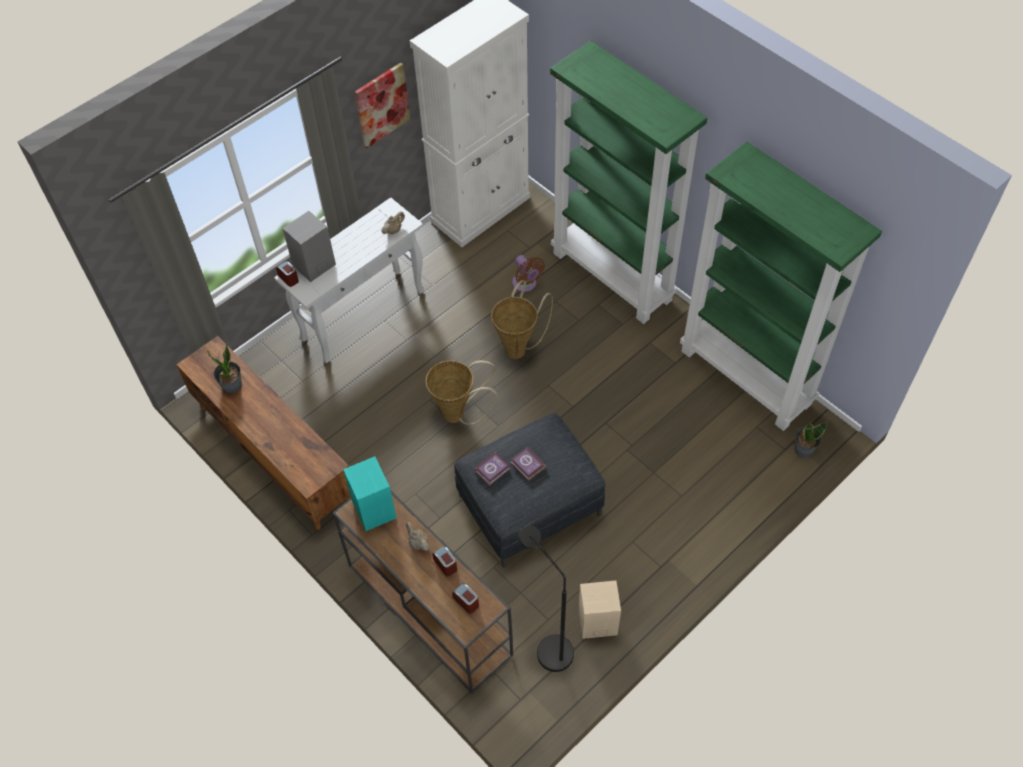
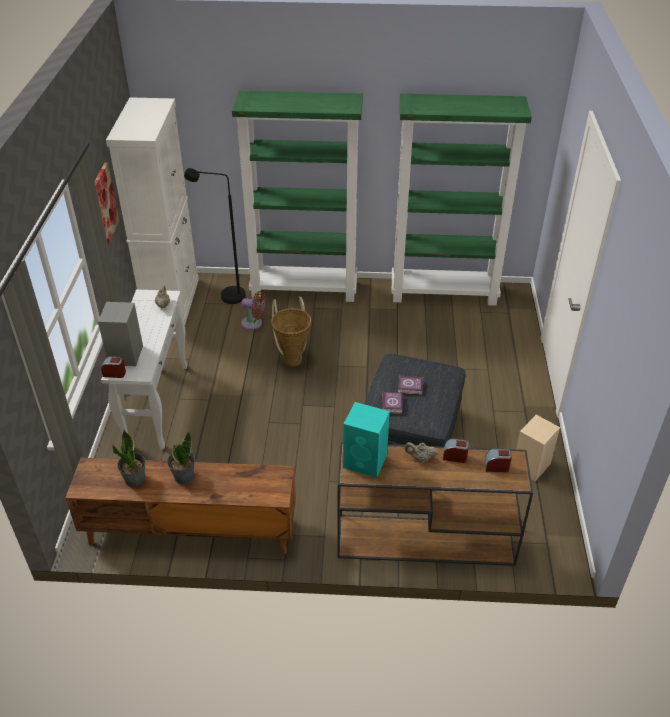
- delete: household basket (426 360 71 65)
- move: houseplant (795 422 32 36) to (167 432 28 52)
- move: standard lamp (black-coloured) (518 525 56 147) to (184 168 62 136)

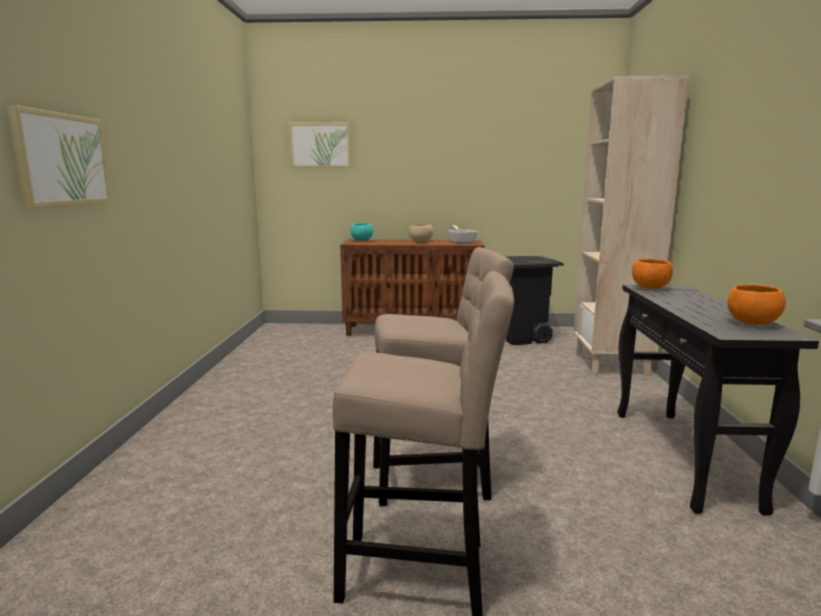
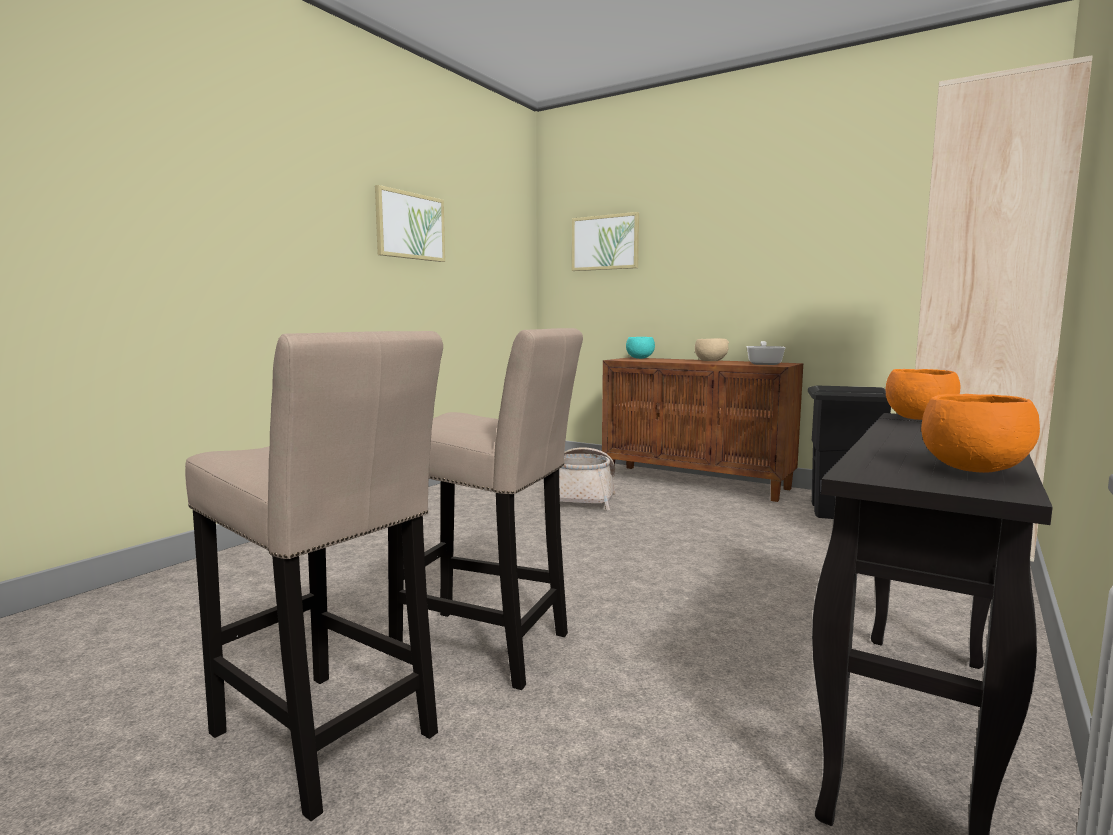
- move: wall art (7 105 104 103) to (375 185 70 77)
- insert: household basket (544 447 72 64)

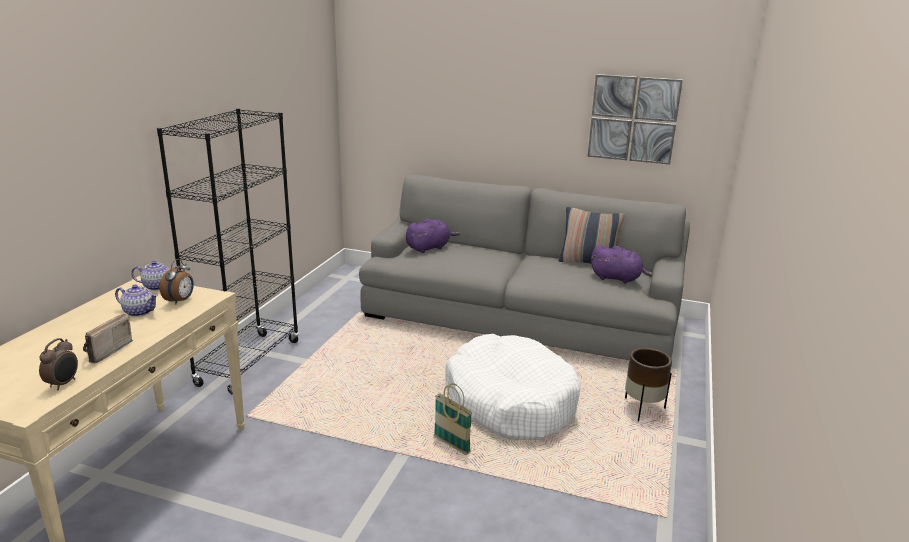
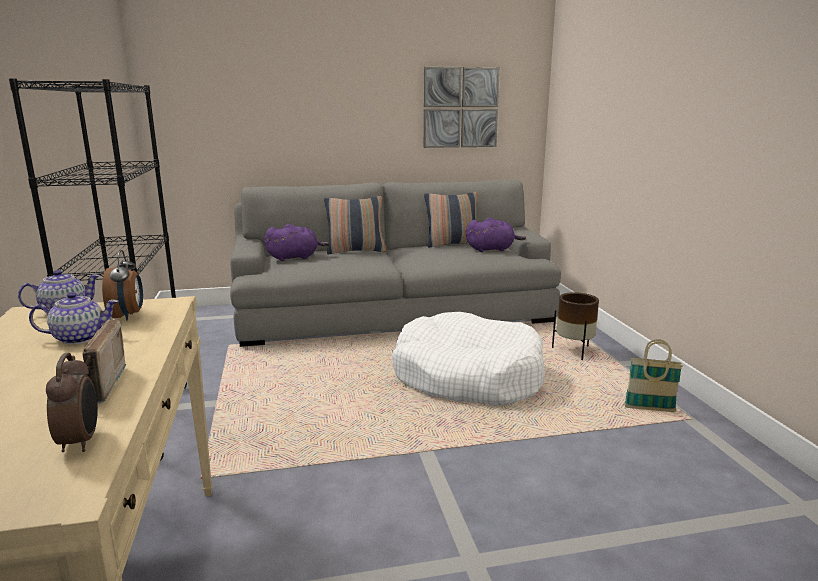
- rotate: soft toy (purple-coloured) (406 219 54 34) = (264 224 65 37) 45 degrees clockwise
- move: household basket (434 383 39 72) to (624 339 59 73)
- insert: throw pillow (324 196 62 58)

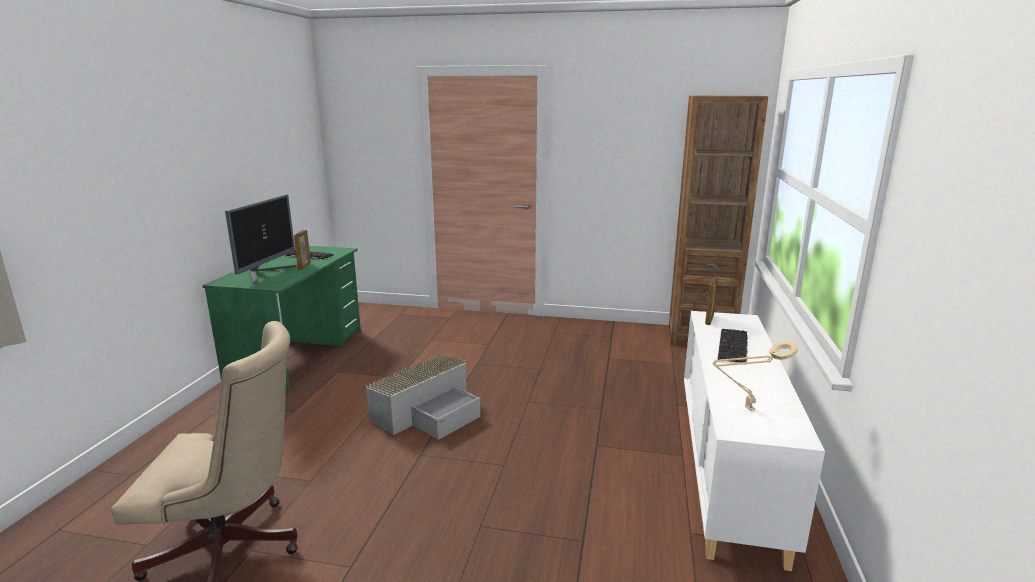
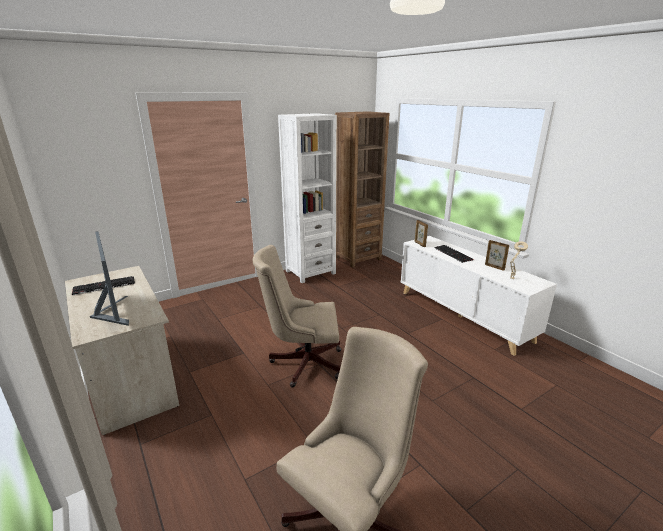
- move: picture frame (294 230 17 40) to (485 240 24 31)
- recolor: desk (green-coloured) (203 246 158 146) to desk (beige-coloured) (65 266 114 169)
- replace: storage container (greyish) (366 354 114 86) to computer chair (beige-coloured) (252 245 89 142)
- insert: bookcase (white) (278 113 59 170)

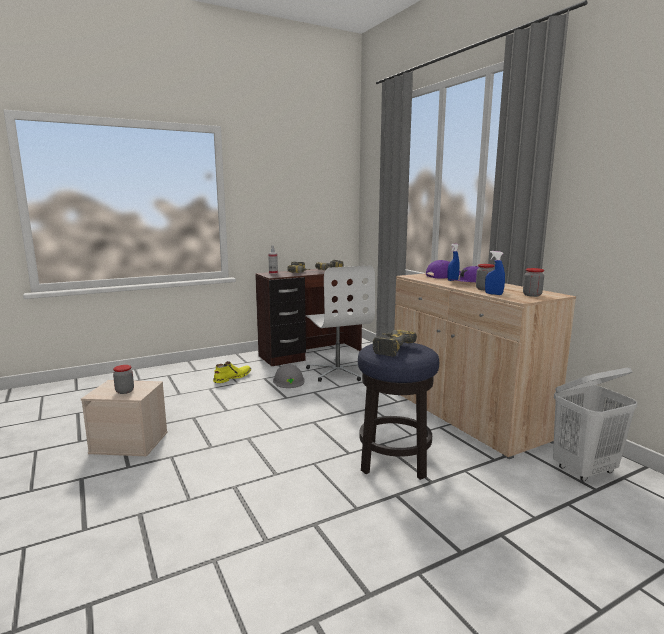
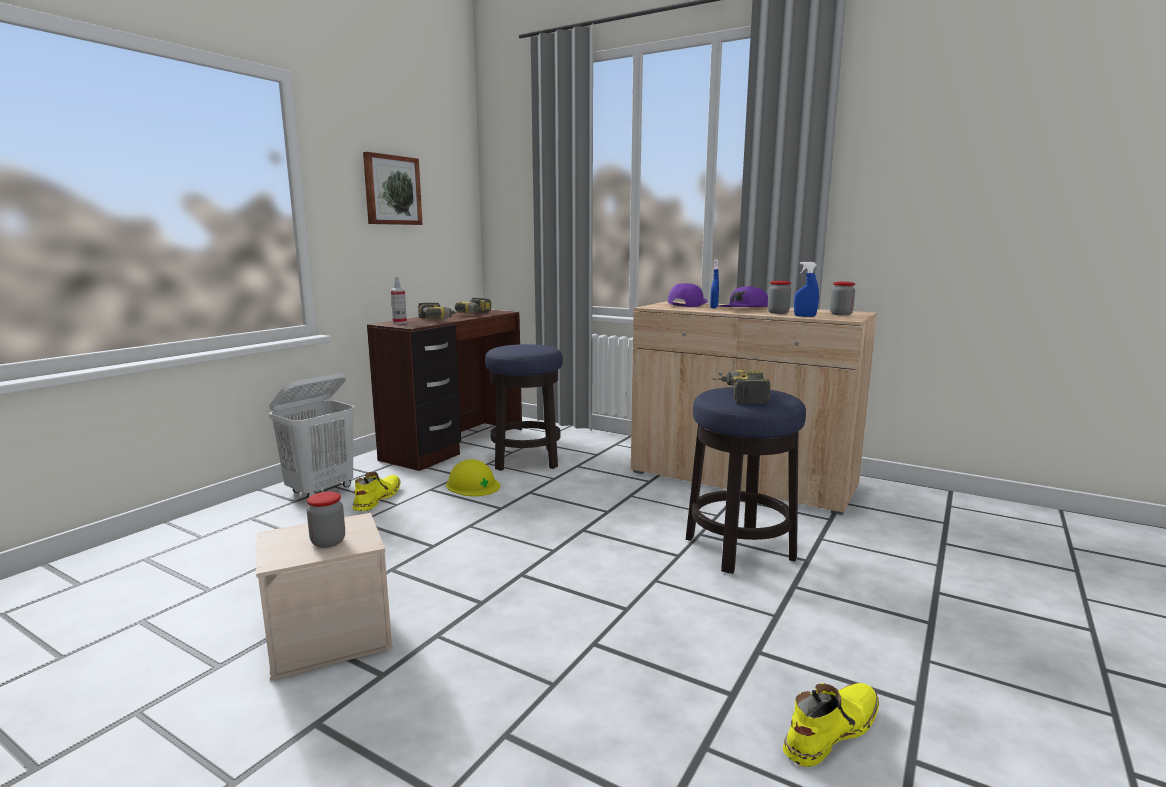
- replace: computer chair (white) (306 265 69 117) to stool (485 344 78 127)
- recolor: safety helmet (greyish) (273 364 32 24) to safety helmet (yellow-coloured) (446 459 54 37)
- move: washing basket (white) (553 367 85 115) to (269 373 85 125)
- insert: wall art (363 152 60 73)
- insert: high-top boot (yellow-coloured) (783 683 96 84)

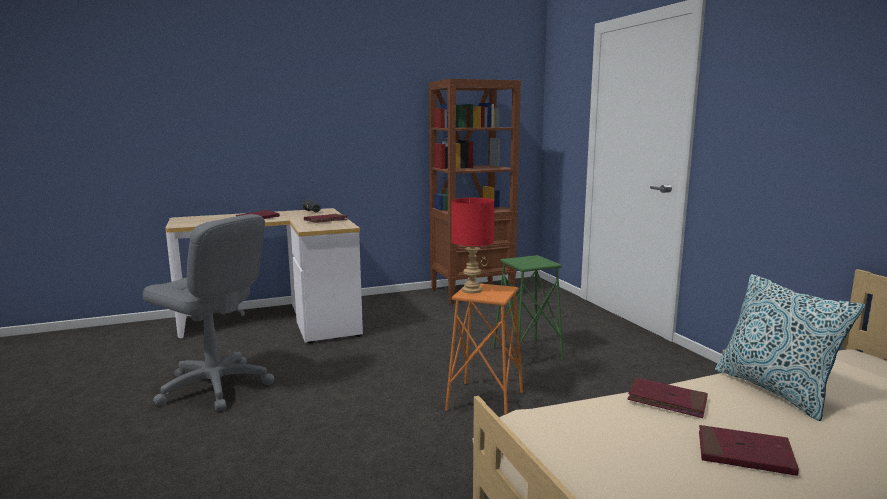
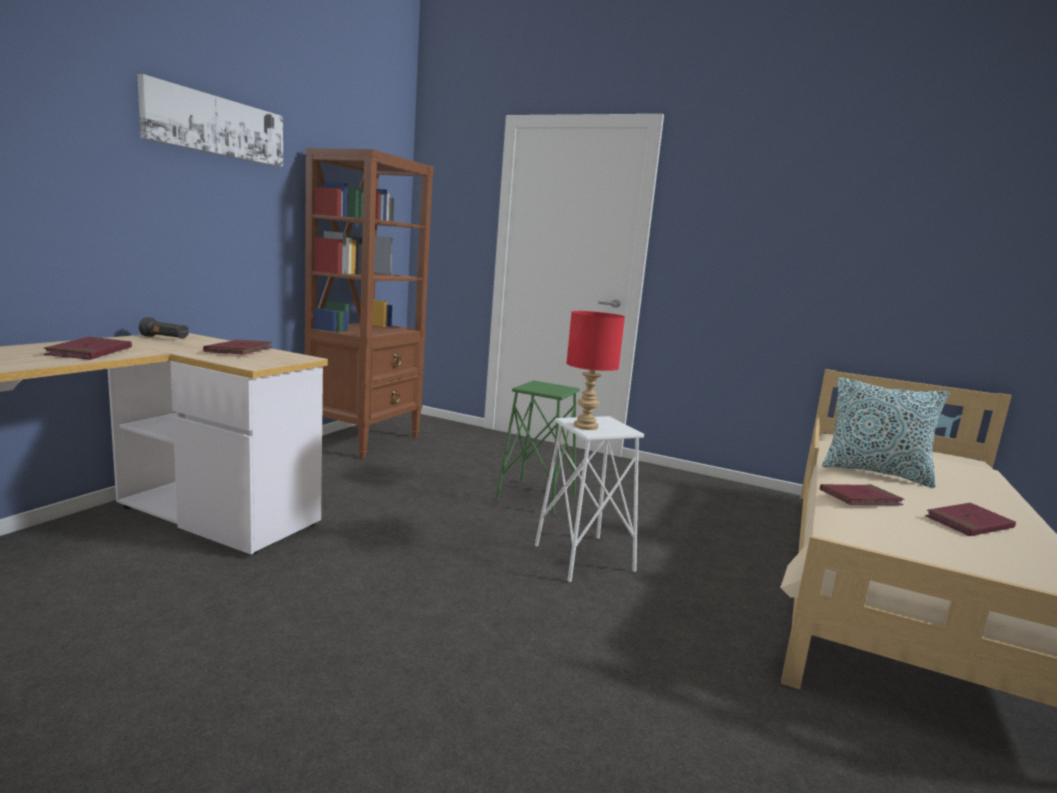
- delete: computer chair (greyish) (143 214 131 197)
- recolor: stool (orangey) (445 283 78 132) to stool (white) (535 416 109 166)
- insert: wall art (138 74 145 93)

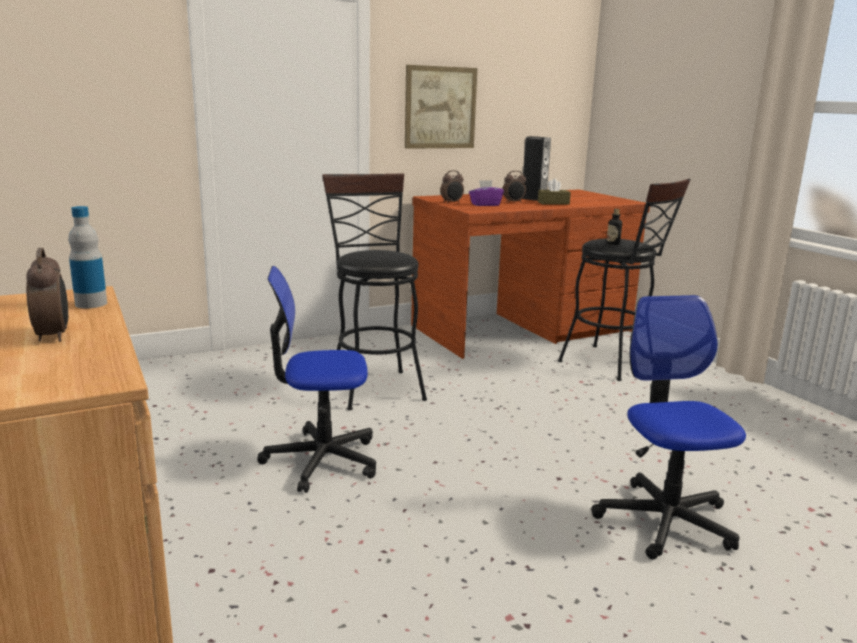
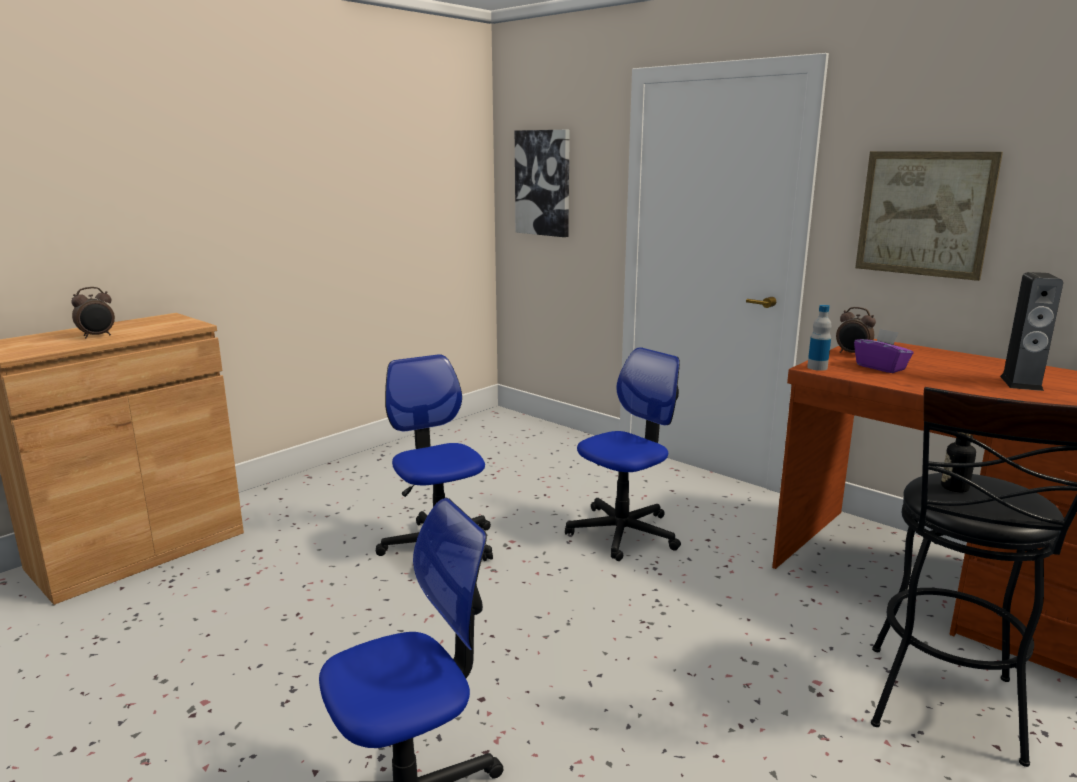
- delete: alarm clock (503 171 23 32)
- replace: stool (black-coloured) (322 174 105 236) to computer chair (565 347 116 214)
- delete: tissue box (brown) (538 178 33 27)
- move: drink bottle (68 206 39 102) to (807 305 25 66)
- insert: wall art (515 130 55 107)

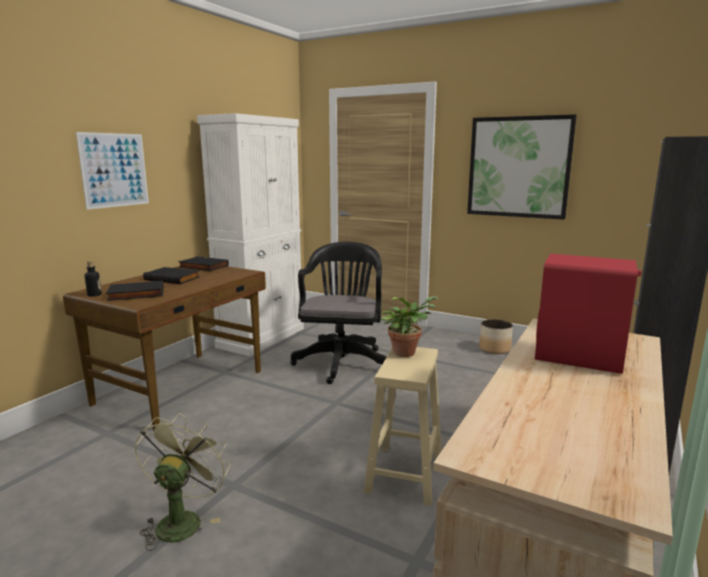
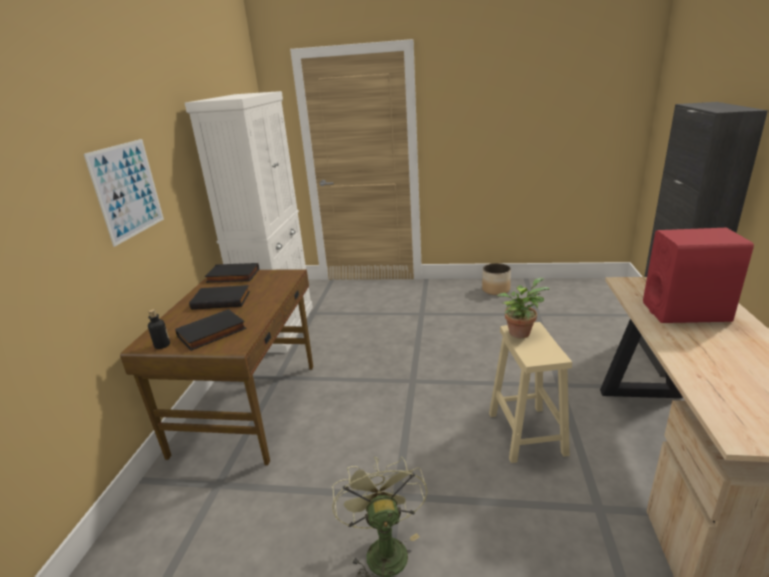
- delete: wall art (467 114 110 106)
- delete: computer chair (black-coloured) (290 242 97 142)

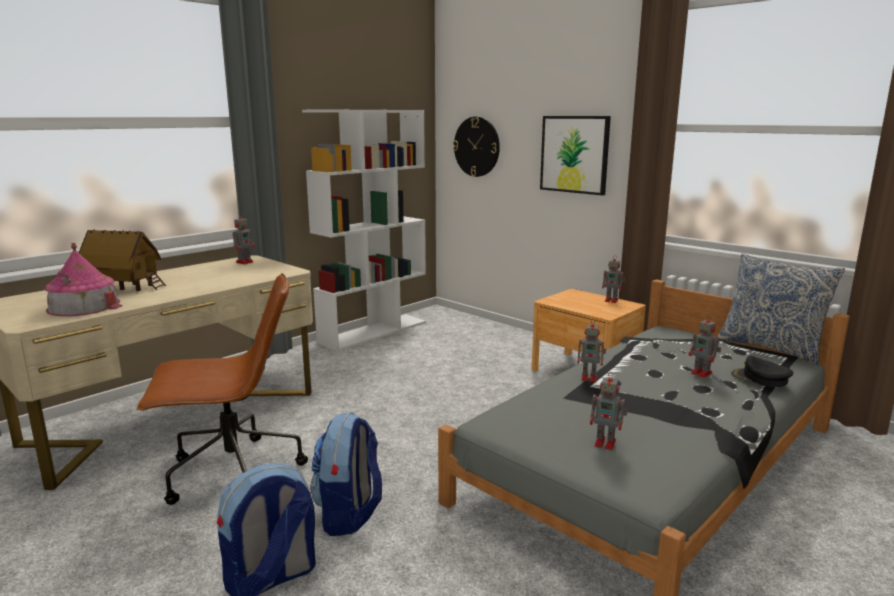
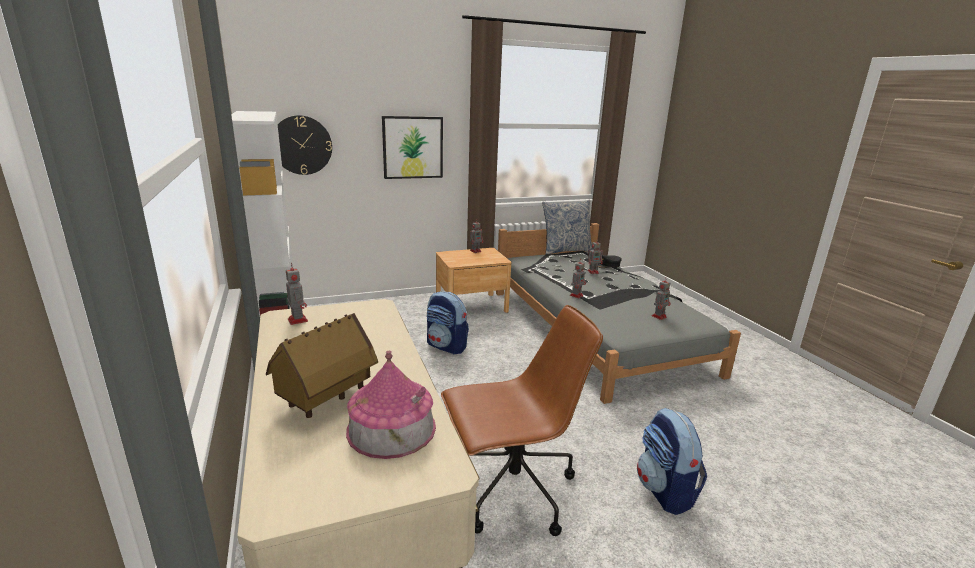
- rotate: computer chair (brown) (137 273 171 232) = (441 305 162 231) 60 degrees clockwise
- move: backpack (310 412 72 124) to (427 291 42 64)

